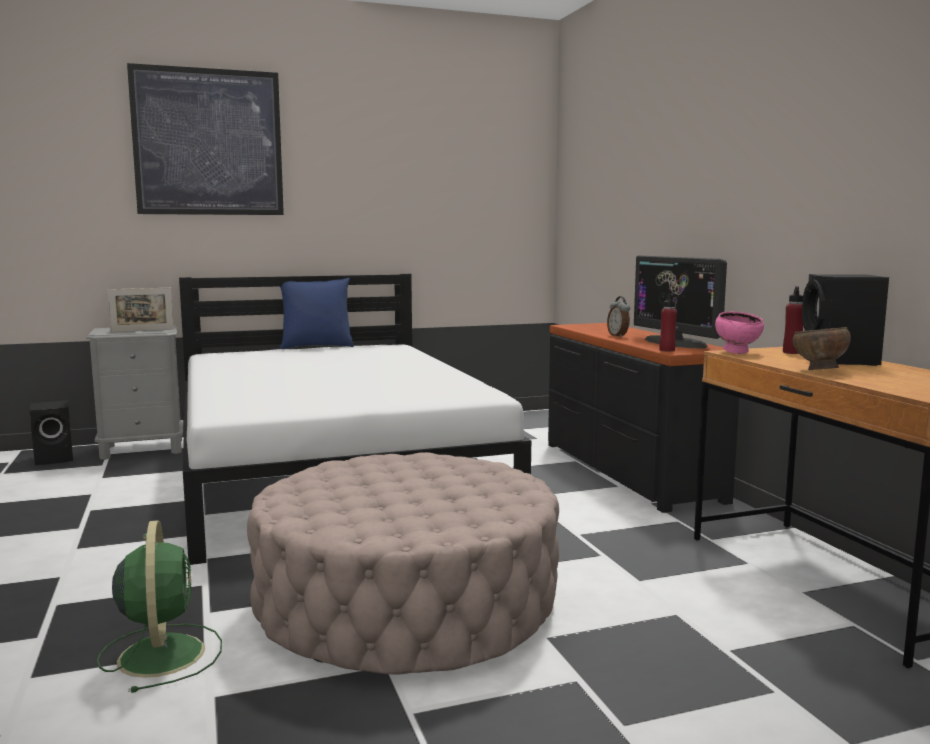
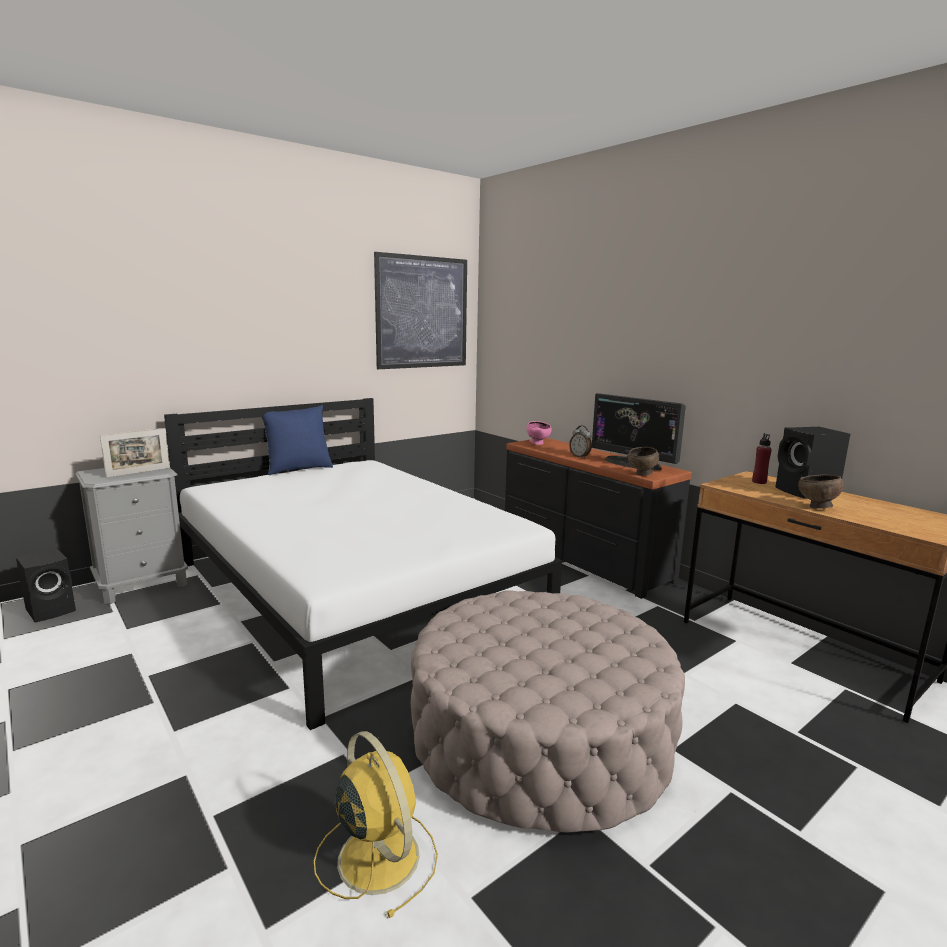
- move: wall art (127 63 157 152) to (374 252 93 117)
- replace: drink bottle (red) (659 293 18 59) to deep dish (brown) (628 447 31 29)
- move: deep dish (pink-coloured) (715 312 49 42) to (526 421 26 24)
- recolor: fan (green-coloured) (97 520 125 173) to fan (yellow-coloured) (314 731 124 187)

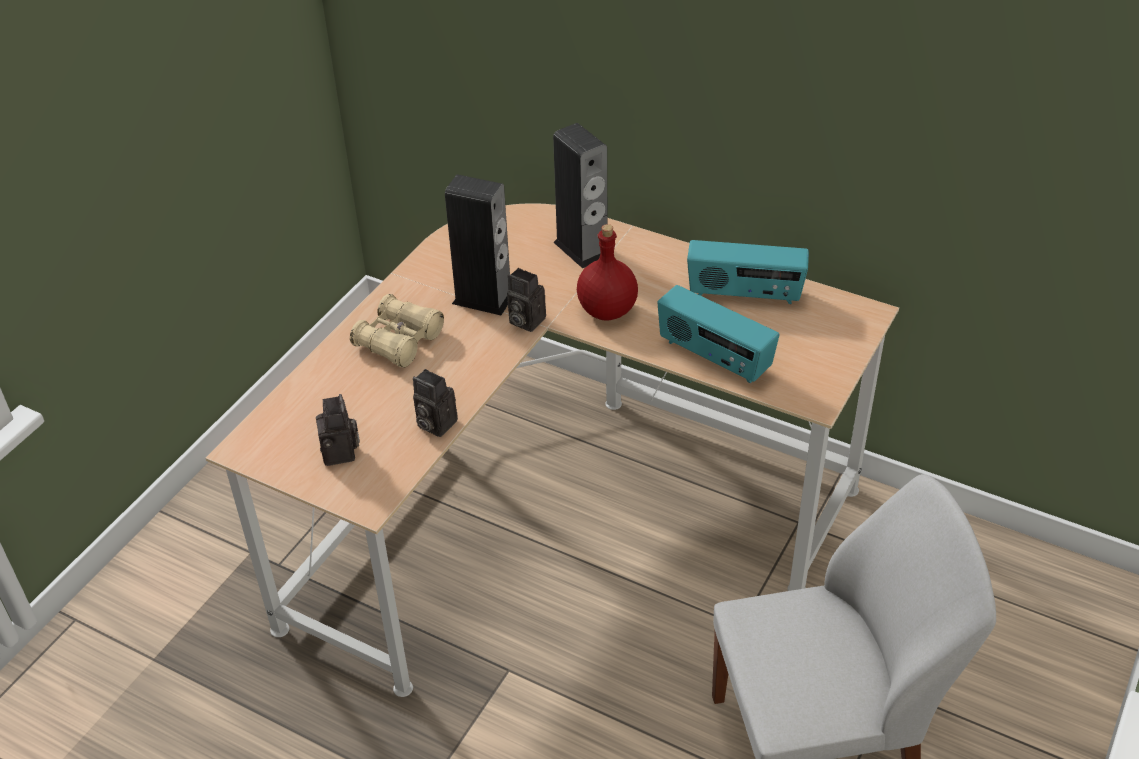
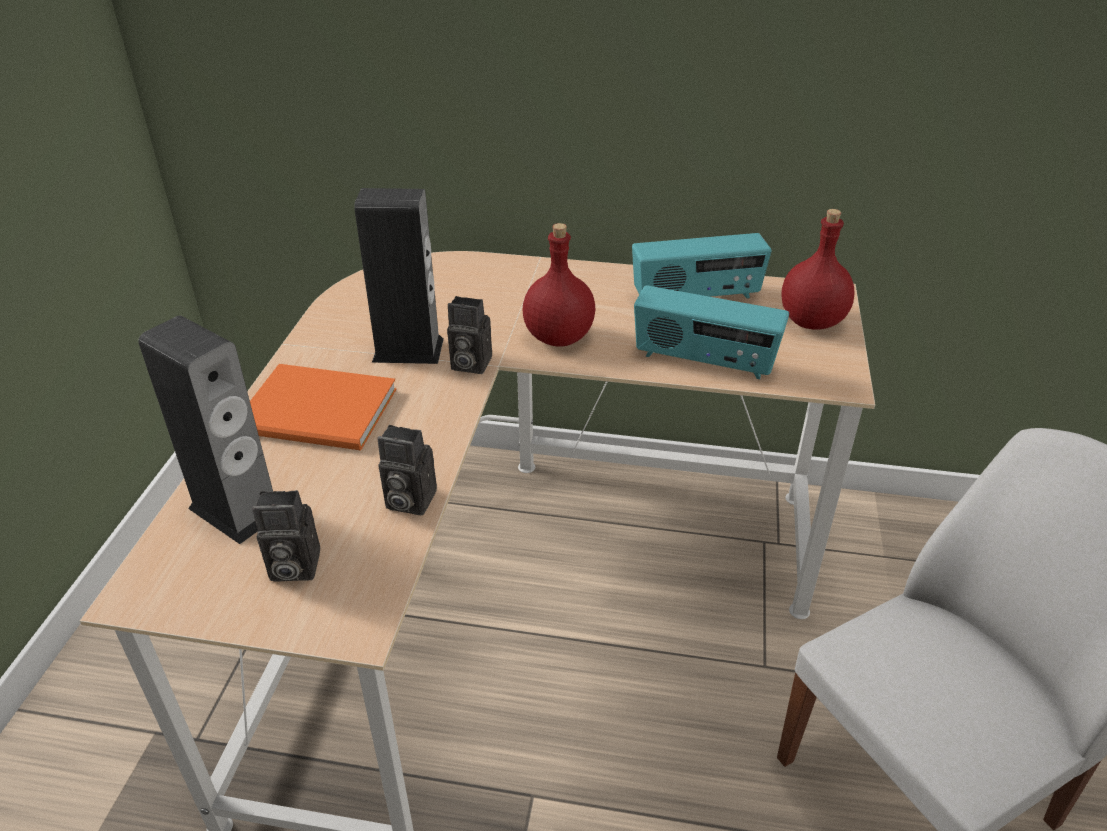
- move: loudspeaker (553 123 54 145) to (138 316 135 228)
- replace: field glasses (beige-coloured) (350 294 94 73) to book (orangey) (250 364 146 87)
- rotate: still camera (316 394 44 72) = (252 490 68 92) 120 degrees clockwise
- insert: drink bottle (red) (781 209 74 121)

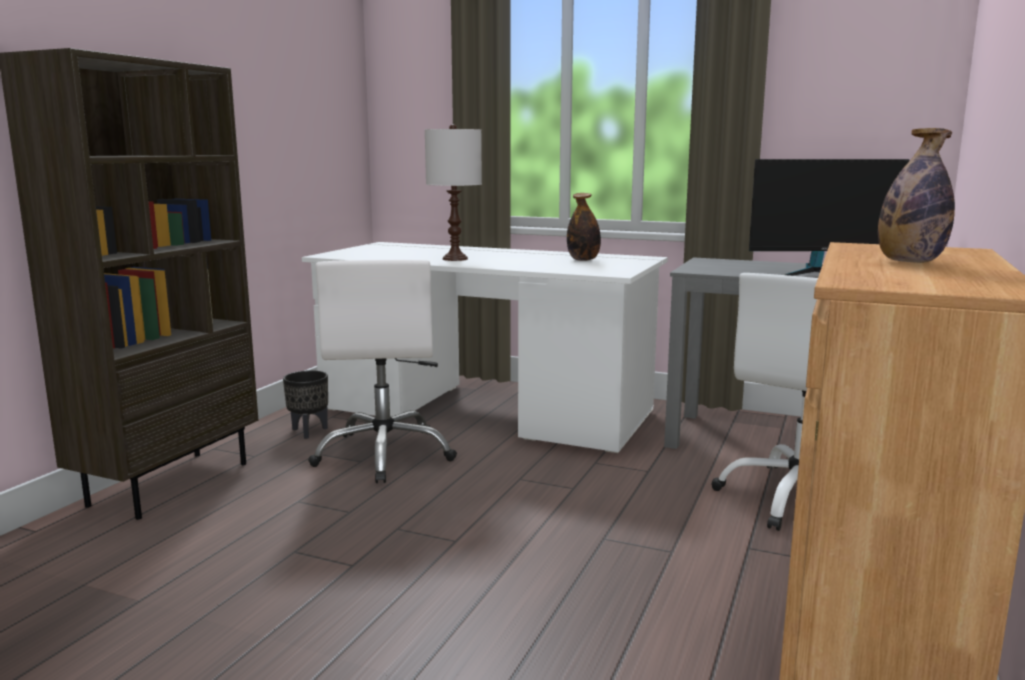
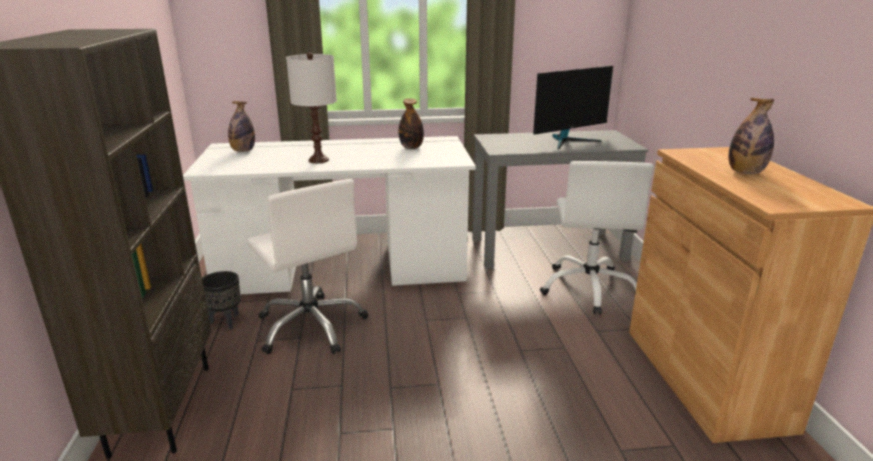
- insert: drink bottle (228 101 27 51)

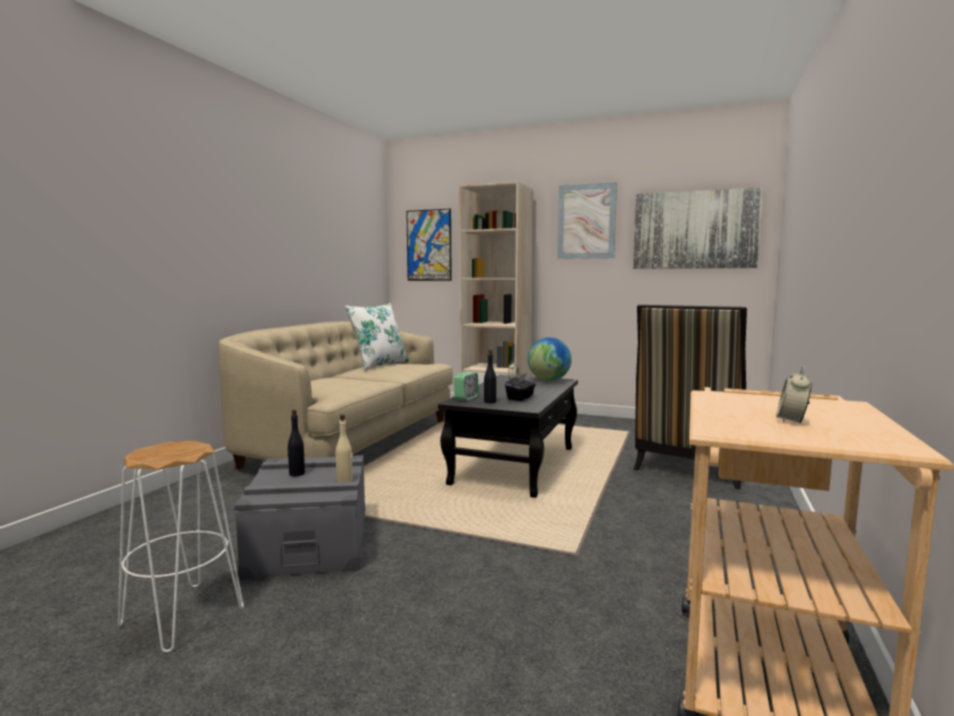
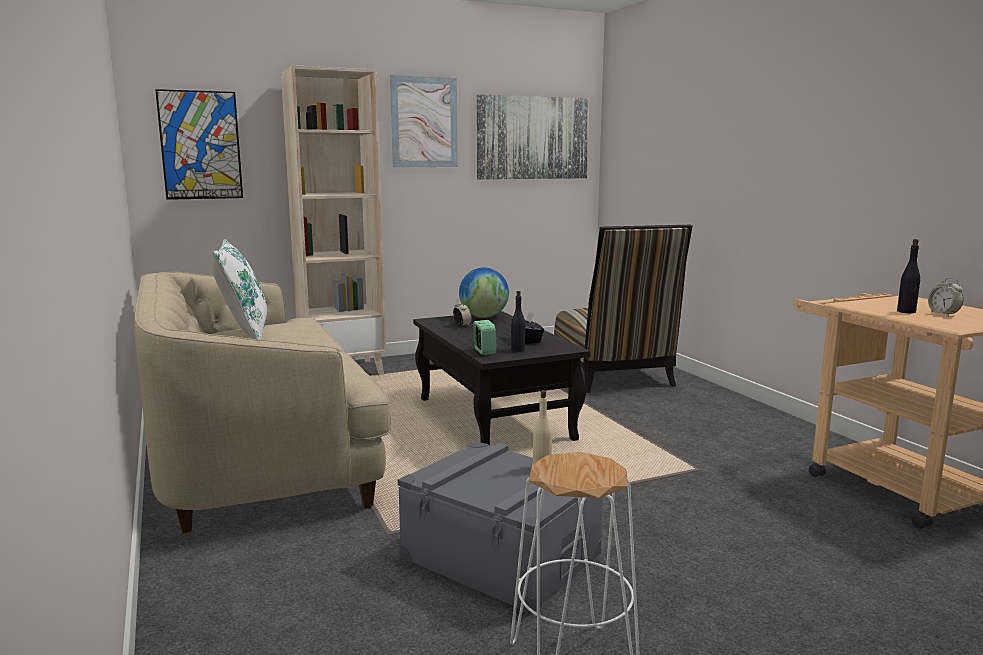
- move: drink bottle (black-coloured) (287 410 18 66) to (897 239 23 74)

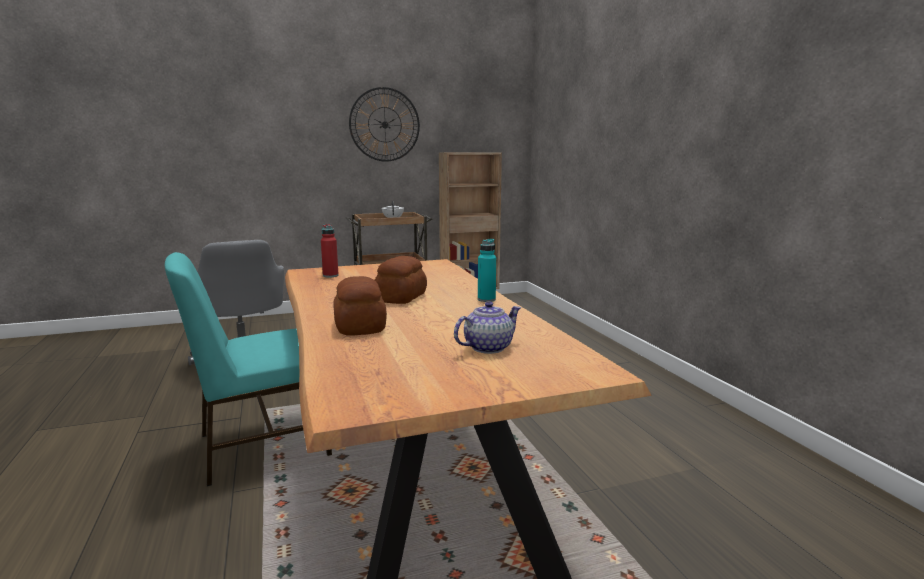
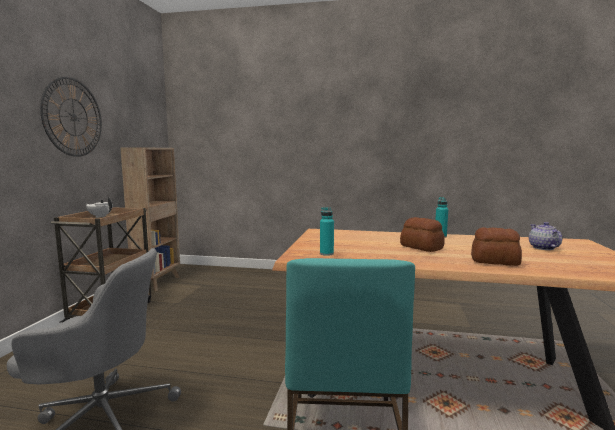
- recolor: drink bottle (red) (321 224 18 54) to drink bottle (blue-green) (320 207 14 49)

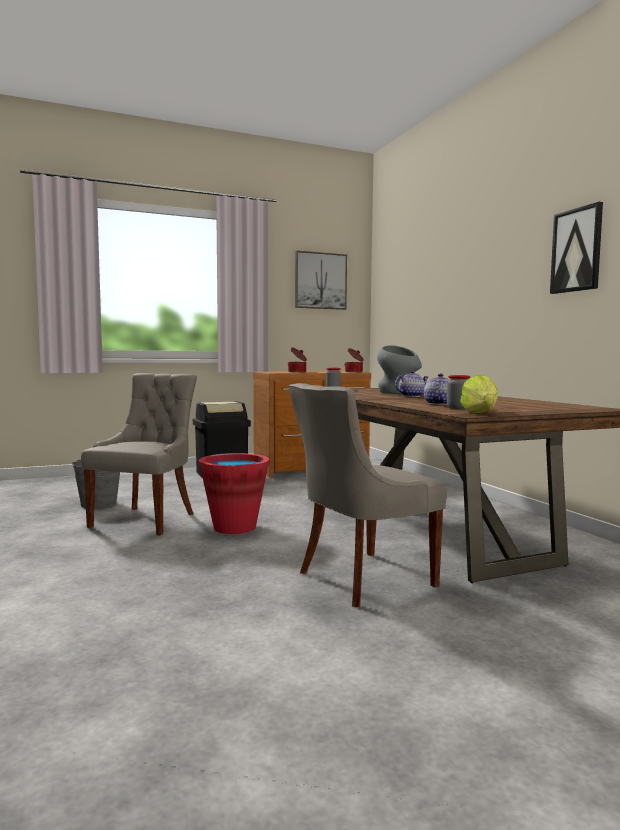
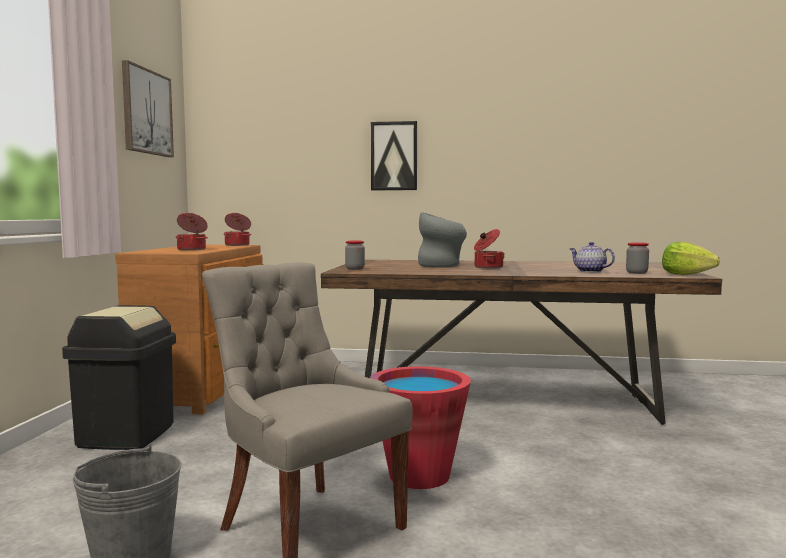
- move: wall art (550 202 53 92) to (371 121 46 69)
- replace: pot for tea (395 370 33 27) to stockpot (474 229 31 40)
- delete: plain chair (greyish) (289 383 158 224)

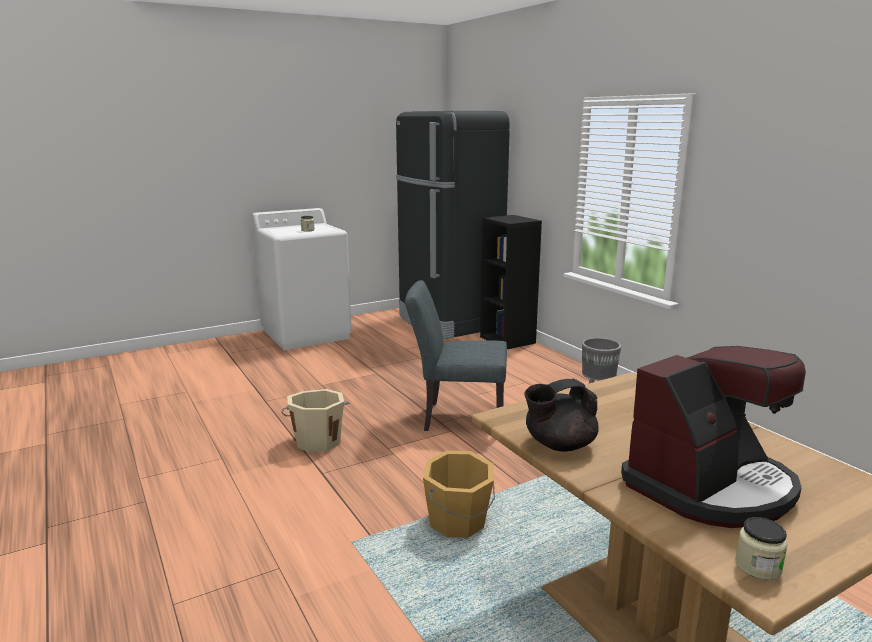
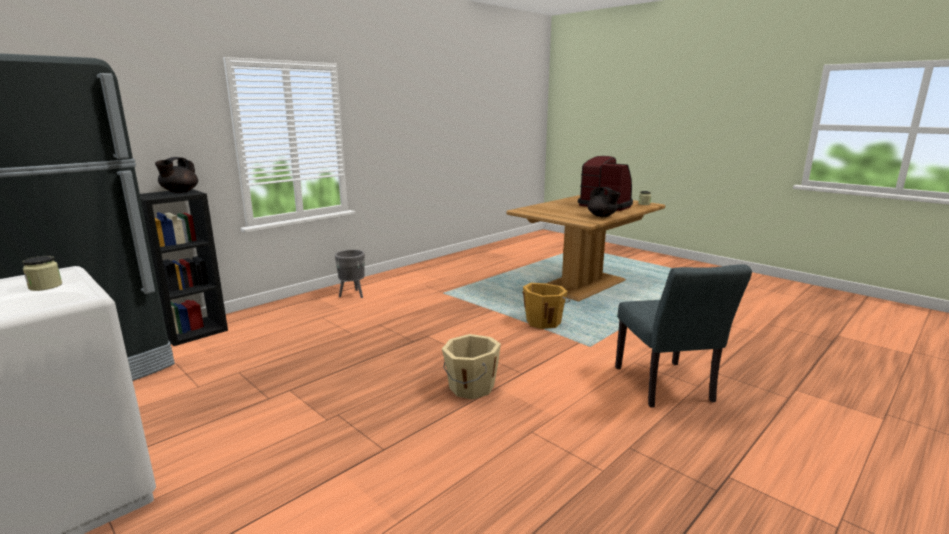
- move: plain chair (greyish) (405 280 102 151) to (615 264 137 143)
- insert: pot for tea (black-coloured) (155 157 43 36)

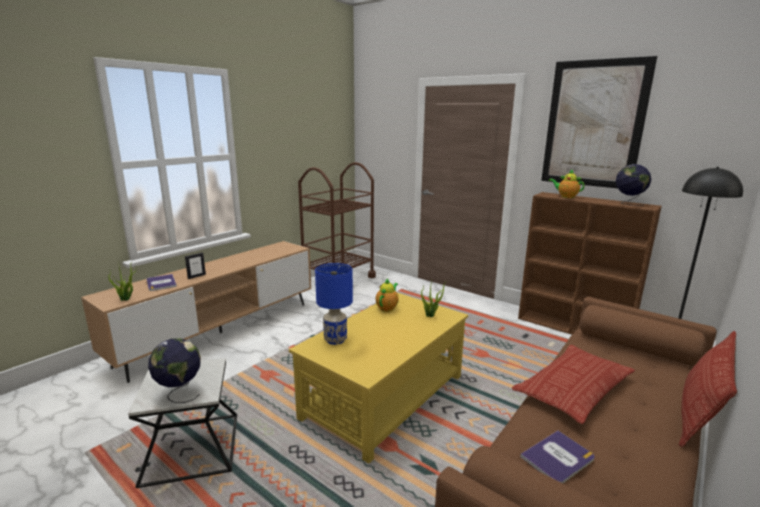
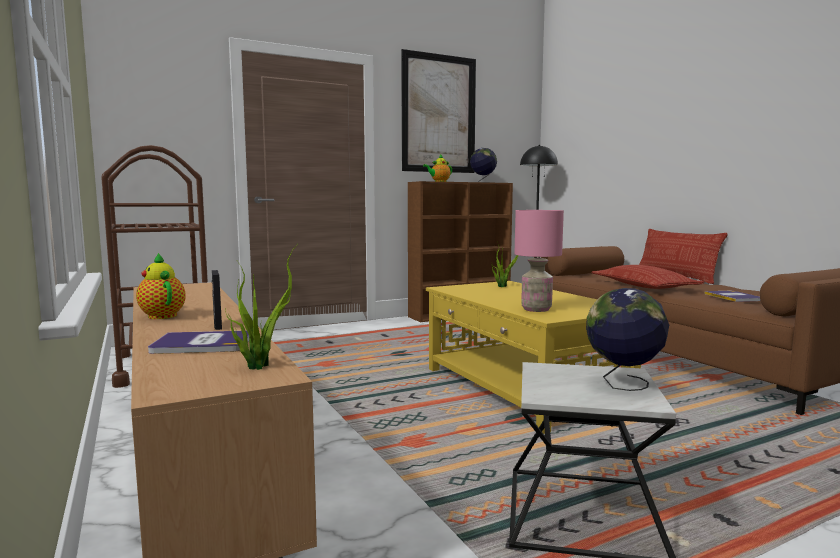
- recolor: table lamp (blue) (315 263 38 82) to table lamp (pink-coloured) (515 210 49 102)
- move: pot for tea (376 278 23 34) to (136 253 50 66)

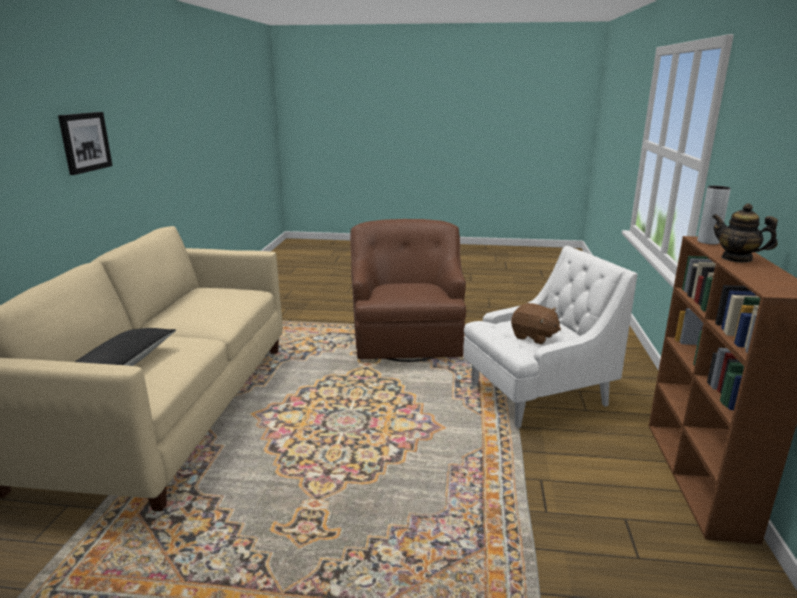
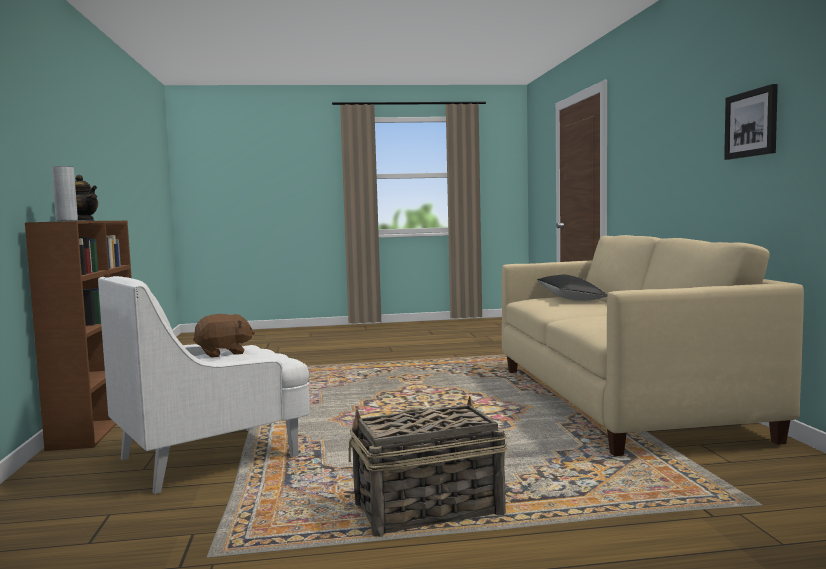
- replace: lounge chair (brown) (350 219 116 143) to household basket (349 396 158 141)
- rotate: soft toy (brown) (511 303 50 41) = (193 314 62 44) 135 degrees clockwise

